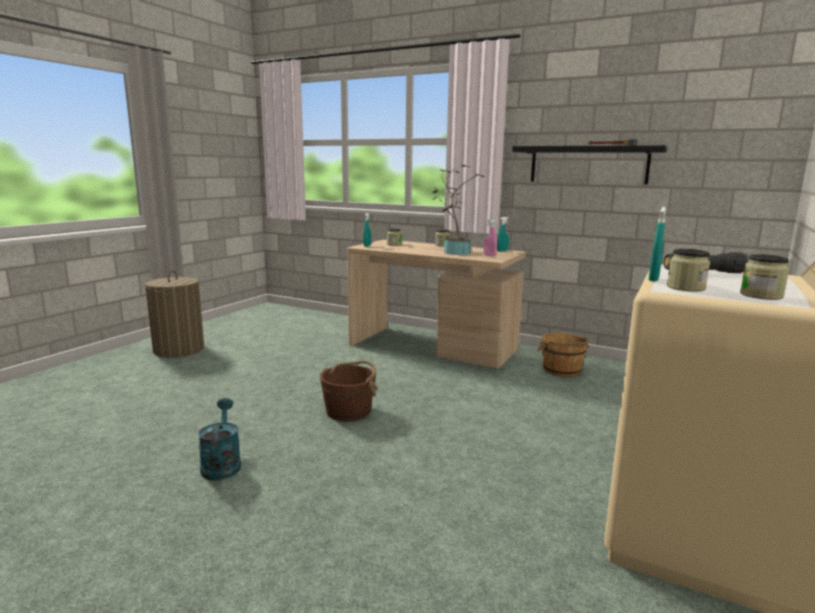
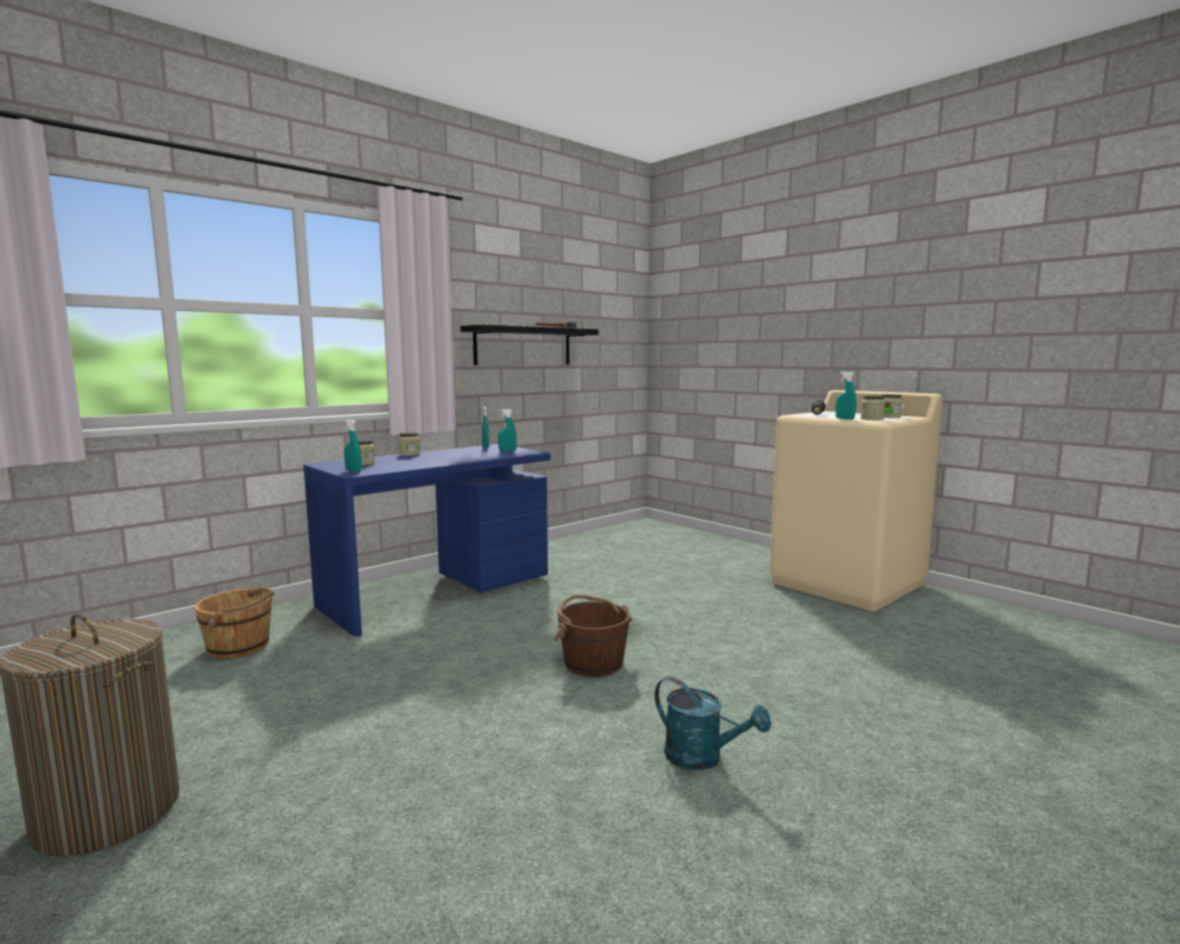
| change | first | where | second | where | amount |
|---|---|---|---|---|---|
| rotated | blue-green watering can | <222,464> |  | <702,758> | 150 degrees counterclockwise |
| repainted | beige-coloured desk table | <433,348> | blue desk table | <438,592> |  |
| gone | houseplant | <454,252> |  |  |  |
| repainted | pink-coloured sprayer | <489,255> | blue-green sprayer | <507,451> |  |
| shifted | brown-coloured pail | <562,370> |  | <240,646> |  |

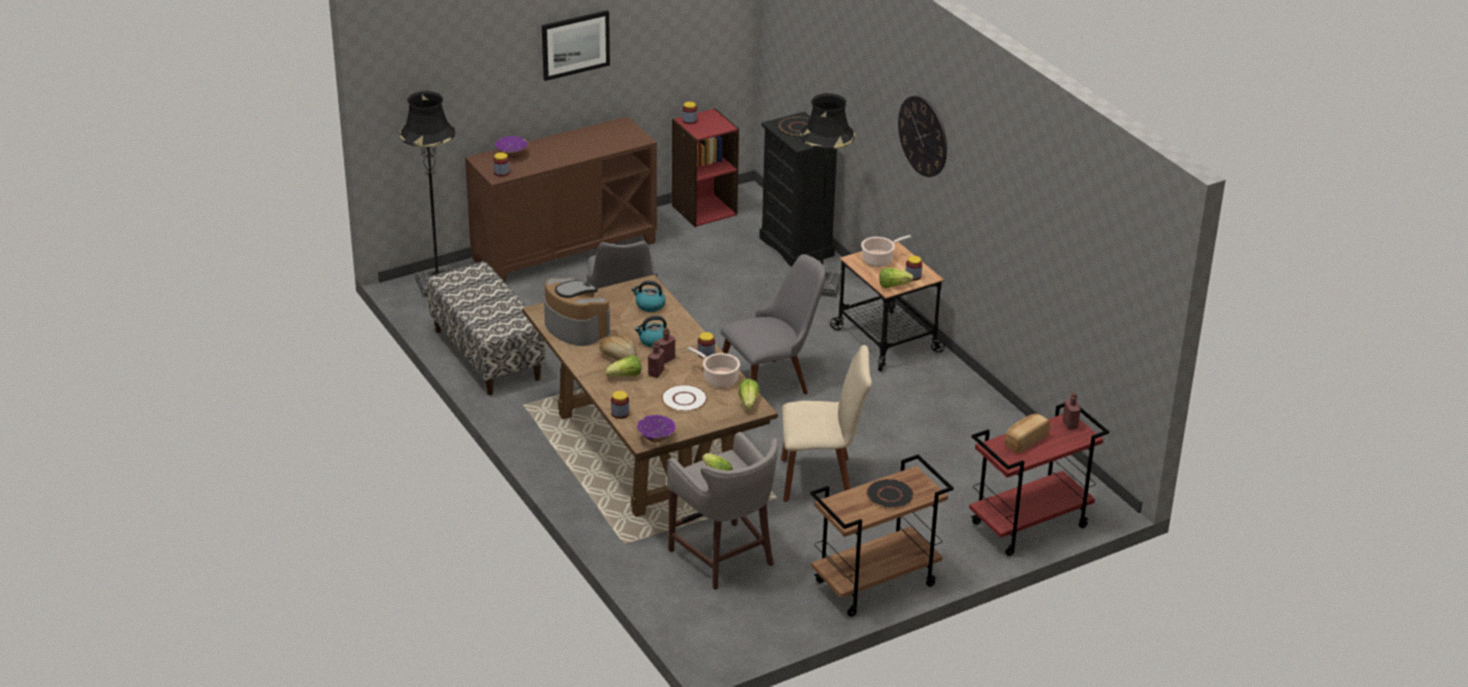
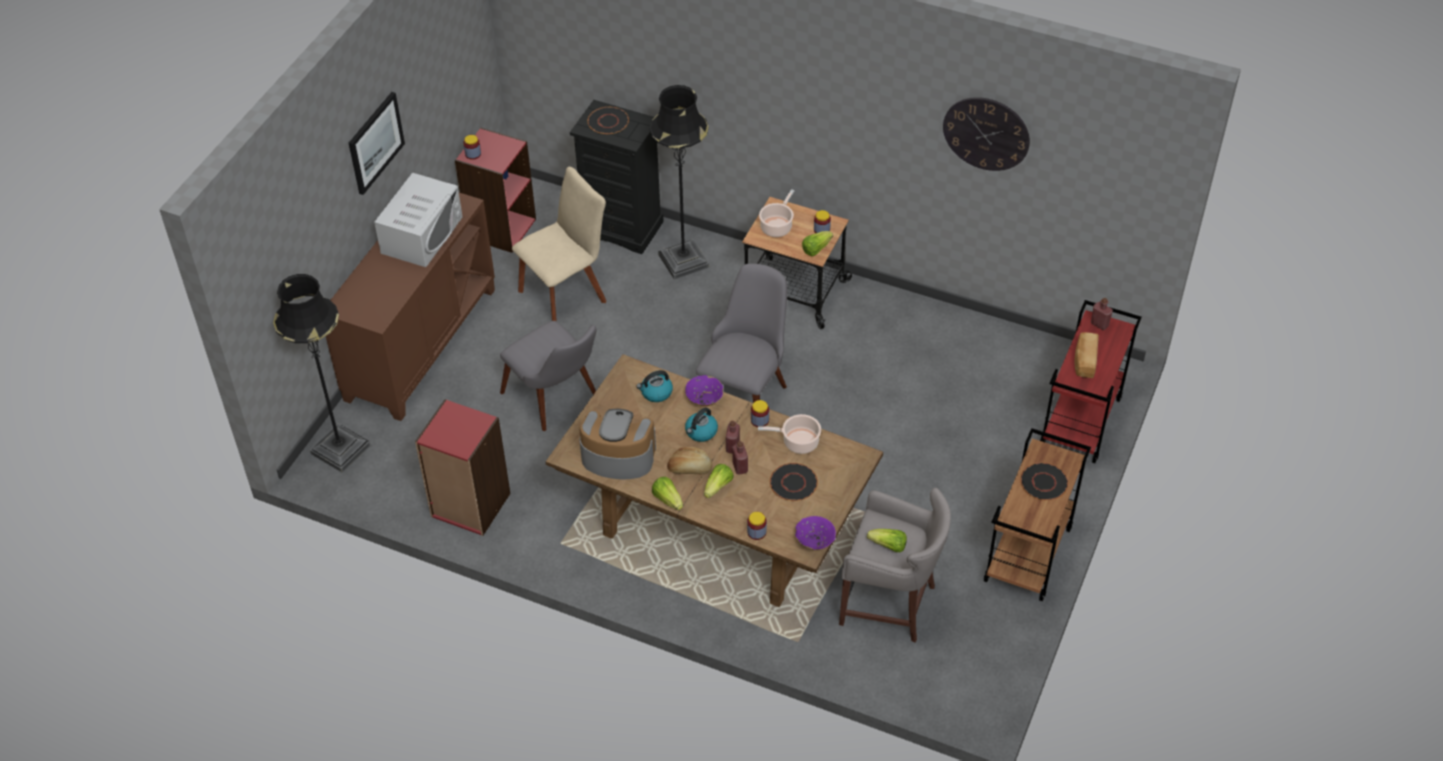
| change | first | where | second | where | amount |
|---|---|---|---|---|---|
| swapped | long seat | <486,355> | red-coloured shelving unit | <470,505> |  |
| gone | jar | <501,172> |  |  |  |
| shifted | purplish bowl | <512,155> |  | <704,399> |  |
| repainted | white-coloured flat dish | <684,399> | black flat dish | <793,483> |  |
| shifted | lettuce | <748,402> |  | <668,499> |  |
| shifted | beige-coloured plain chair | <821,480> |  | <566,294> |  |
| shifted | wall clock | <923,136> |  | <986,133> |  |
| new |  |  | white-coloured kitchen microwave | <422,235> |  |

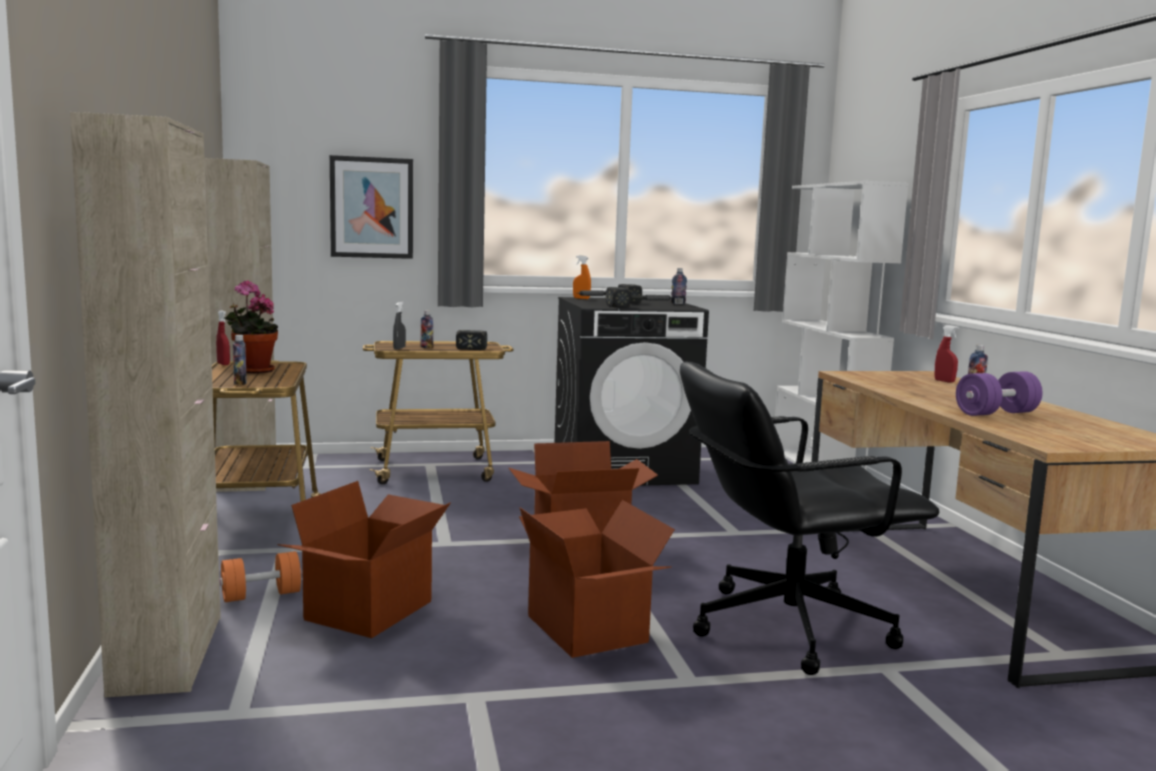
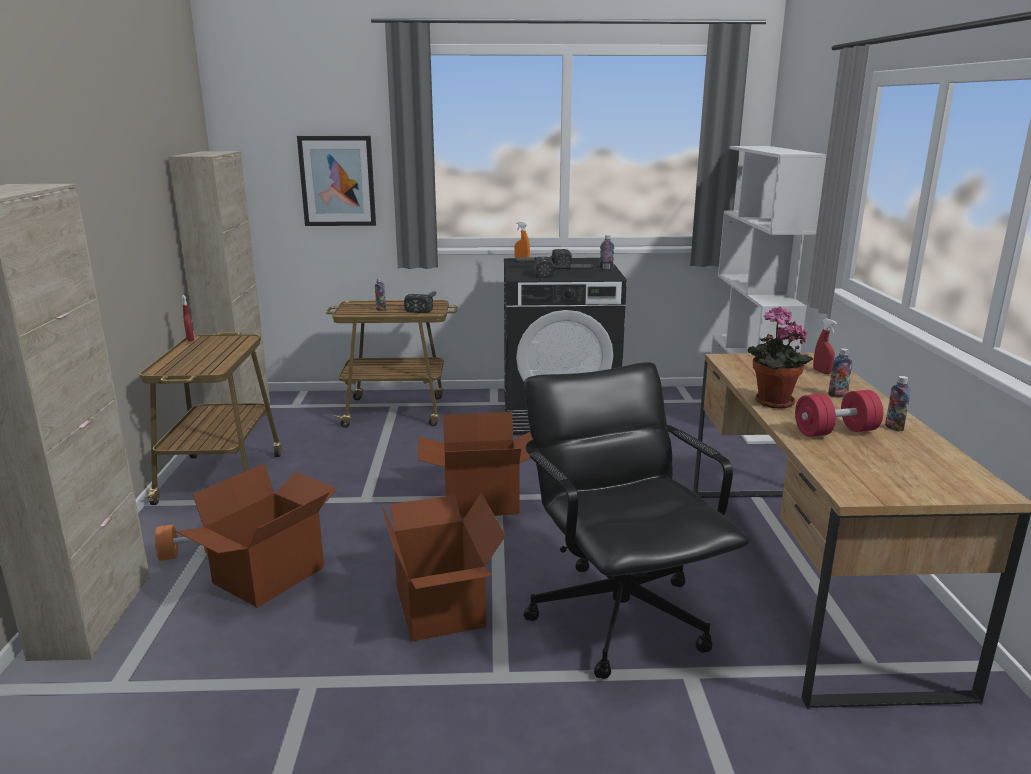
| change | first | where | second | where | amount |
|---|---|---|---|---|---|
| shifted | houseplant | <252,371> |  | <771,403> |  |
| shifted | drink bottle | <240,383> |  | <894,427> |  |
| gone | grey sprayer | <399,348> |  |  |  |
| rotated | black desk chair | <787,627> |  | <619,615> | 75 degrees clockwise |
| repainted | purplish free weight | <996,413> | red-coloured free weight | <835,432> |  |

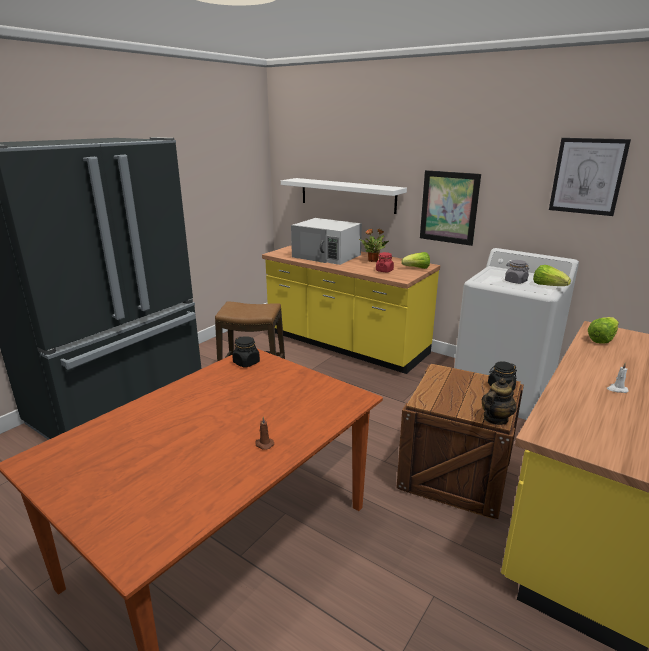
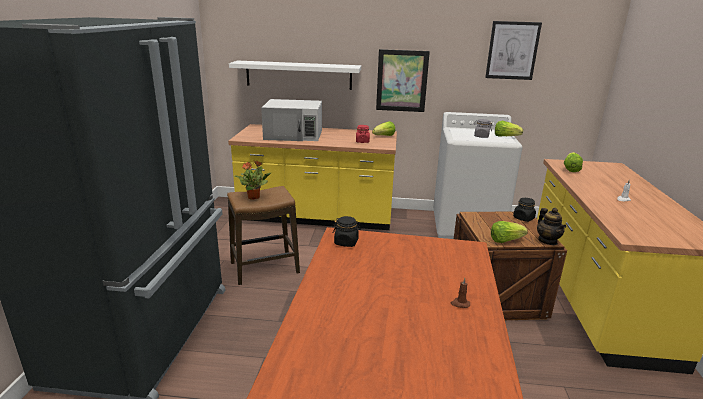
| change | first | where | second | where | amount |
|---|---|---|---|---|---|
| shifted | houseplant | <373,260> |  | <254,197> |  |
| rotated | pot for tea | <495,419> |  | <547,241> | 150 degrees clockwise |
| new |  |  | lettuce | <505,240> |  |

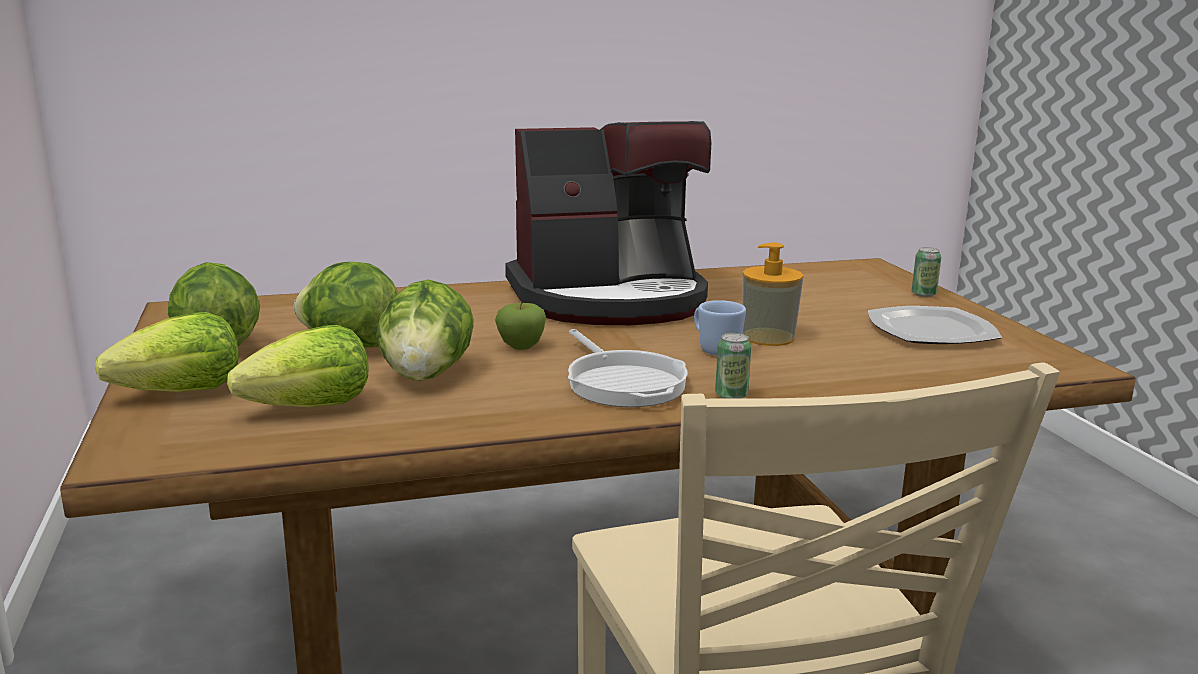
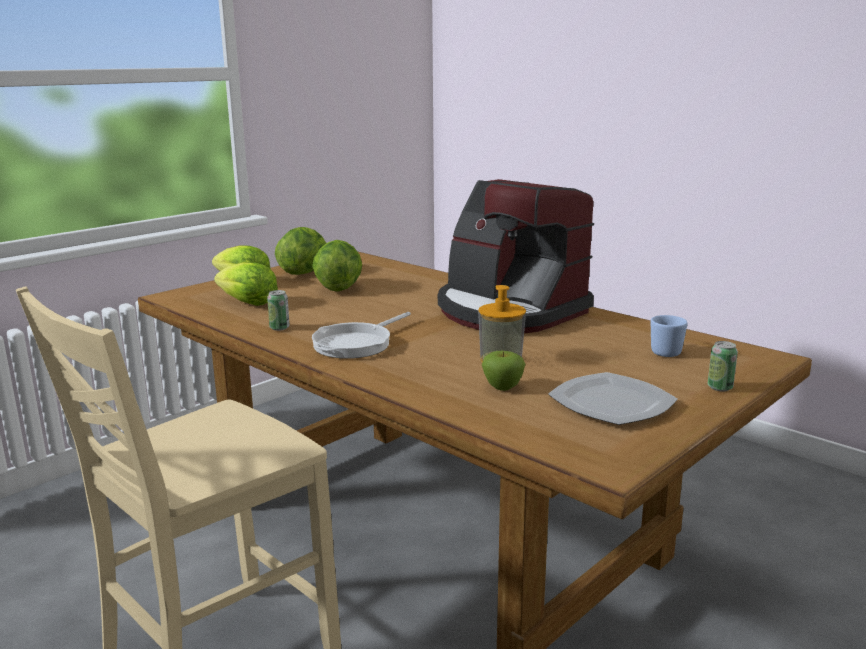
| change | first | where | second | where | amount |
|---|---|---|---|---|---|
| gone | lettuce | <427,375> |  |  |  |
| shifted | apple fruit | <521,347> |  | <502,387> |  |
| shifted | blue mug | <714,349> |  | <667,351> |  |
| shifted | sealed can | <731,396> |  | <279,328> |  |

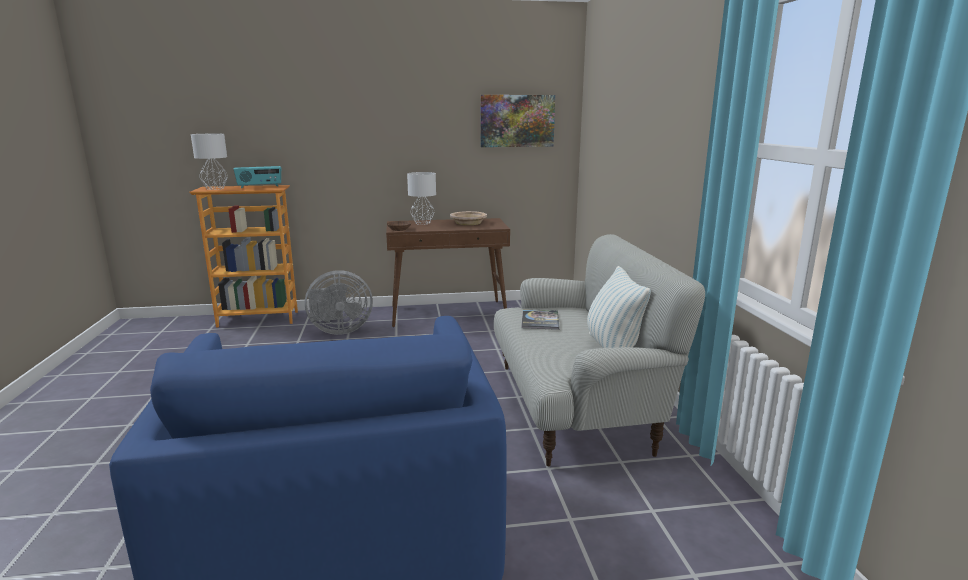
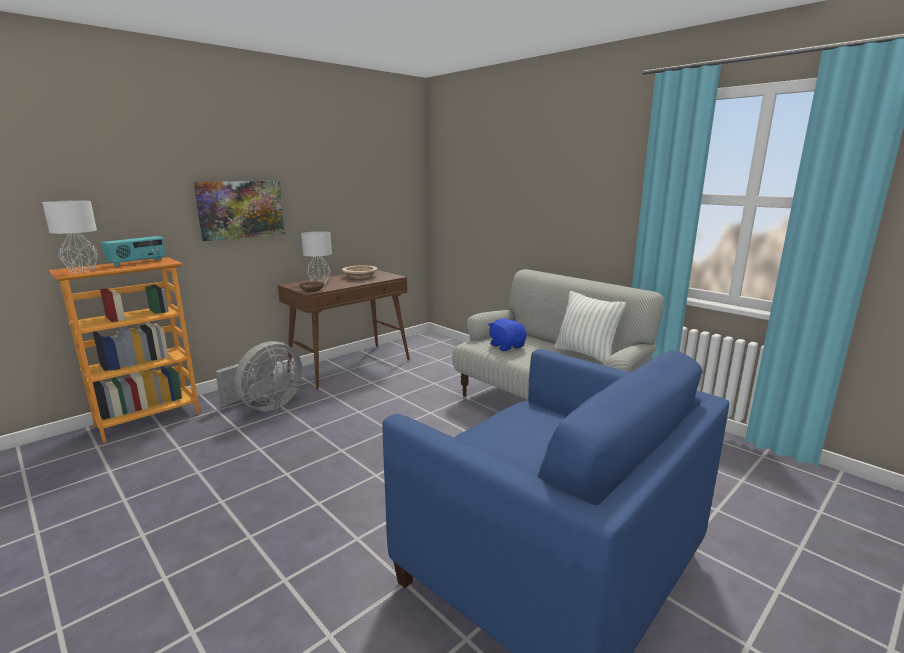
| change | first | where | second | where | amount |
|---|---|---|---|---|---|
| shifted | picture | <517,121> |  | <241,209> |  |
| swapped | bound book | <540,320> | blue cuddly toy | <507,346> |  |

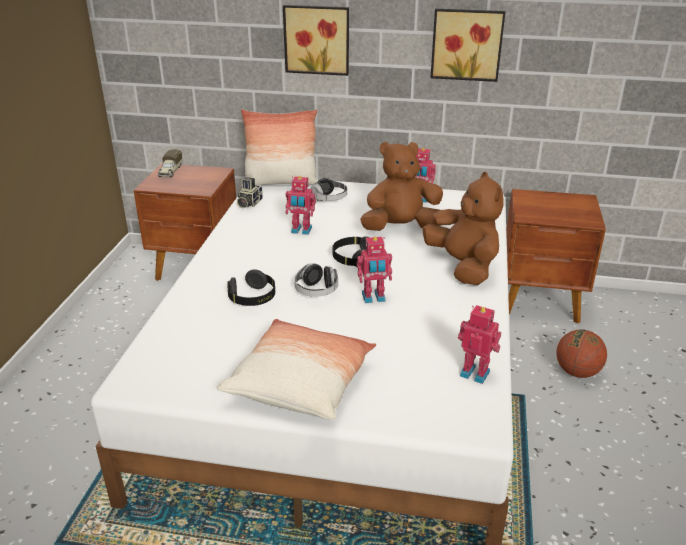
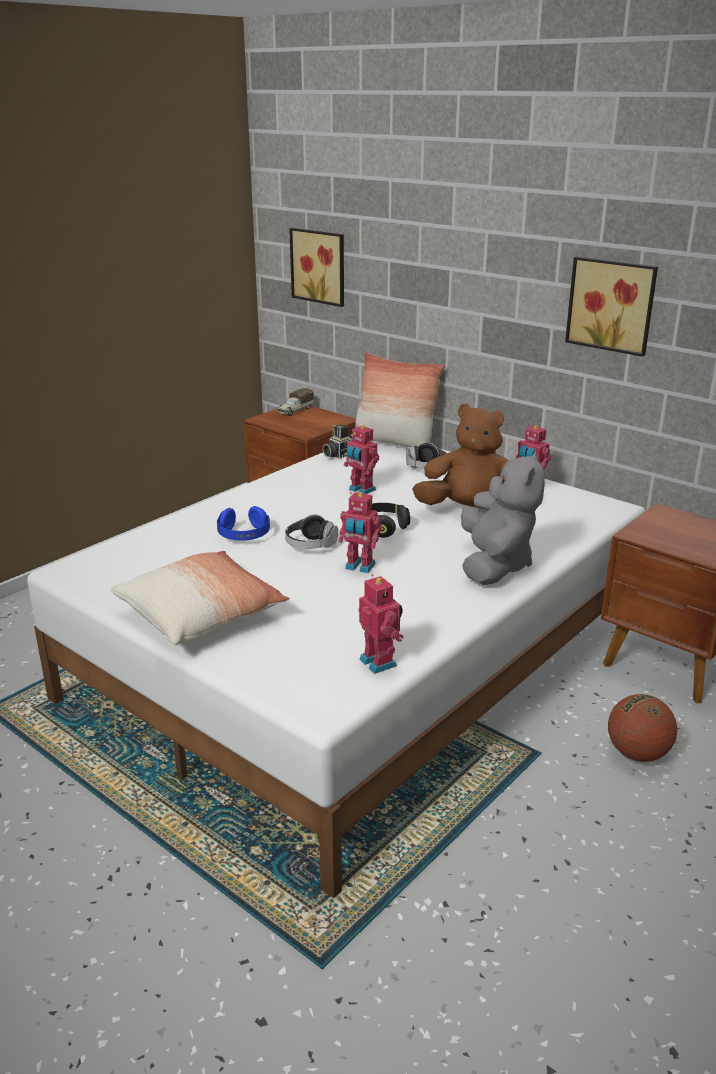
| change | first | where | second | where | amount |
|---|---|---|---|---|---|
| repainted | black headset | <252,298> | blue headset | <244,535> |  |
| shifted | picture | <317,39> |  | <320,266> |  |
| repainted | brown-coloured cuddly toy | <463,266> | grey cuddly toy | <494,565> |  |

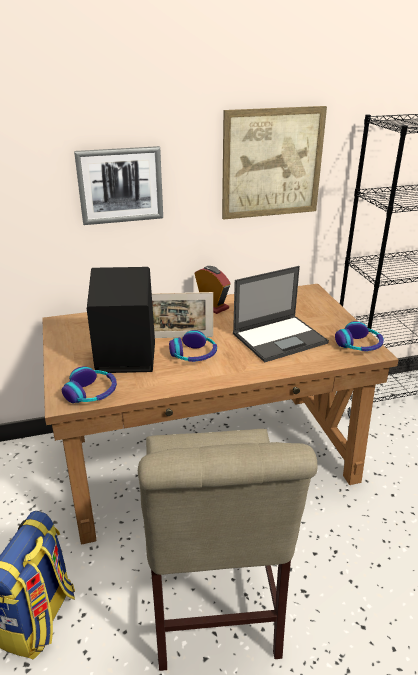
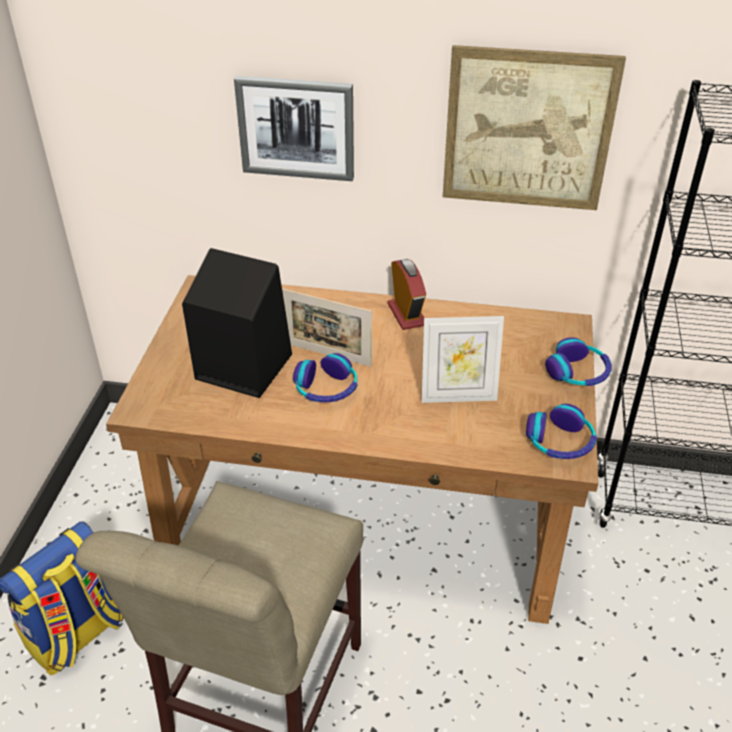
| change | first | where | second | where | amount |
|---|---|---|---|---|---|
| shifted | headset | <91,393> |  | <578,372> |  |
| swapped | laptop | <280,338> | picture frame | <458,396> |  |

